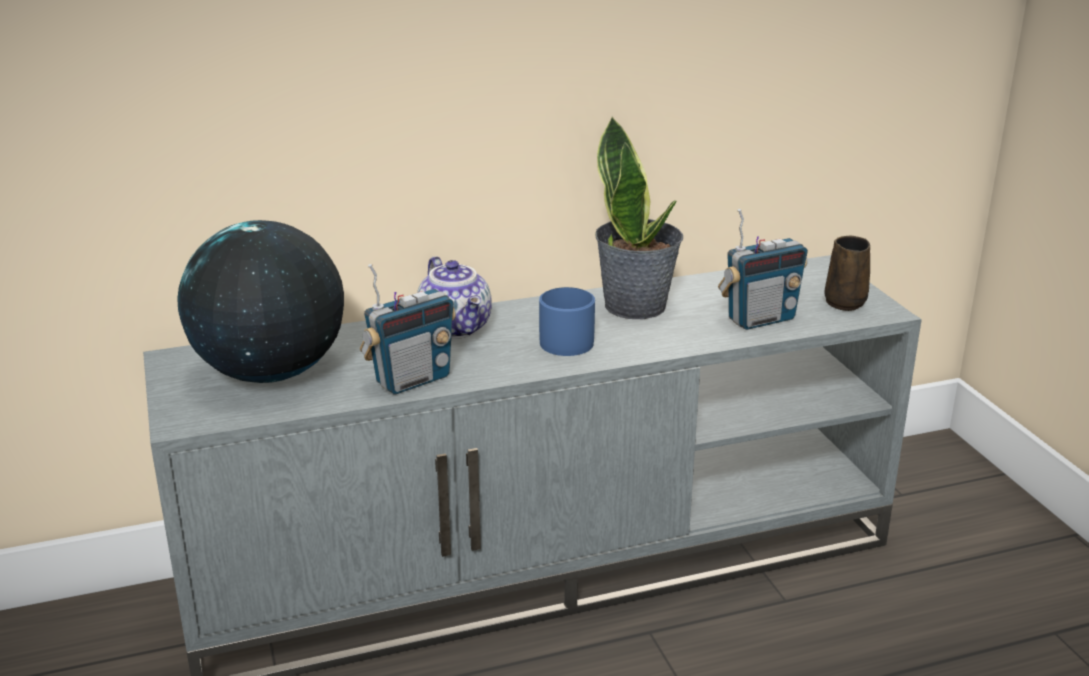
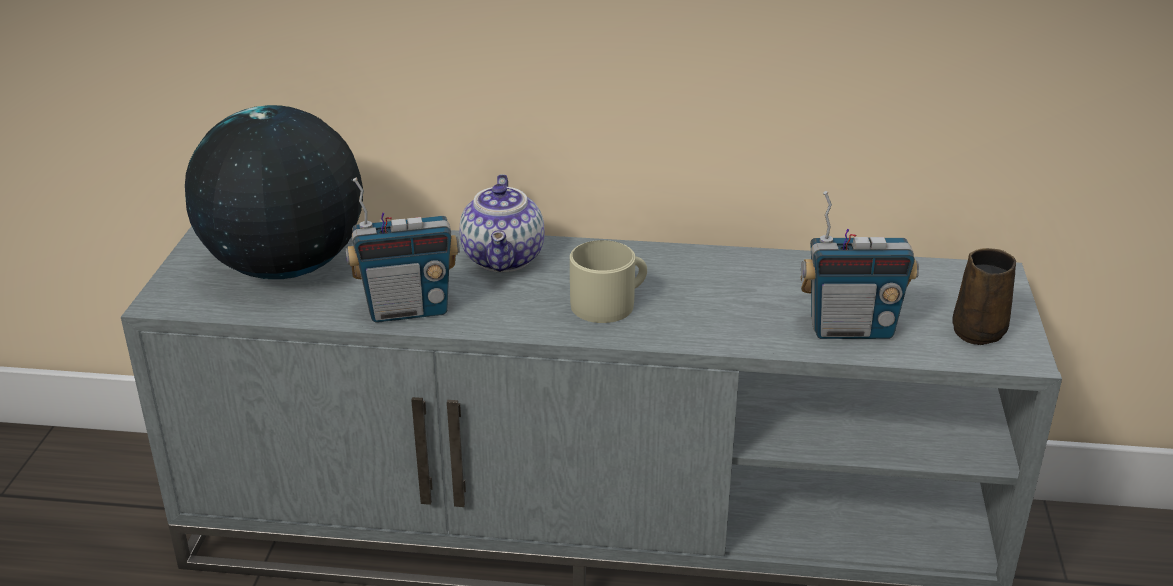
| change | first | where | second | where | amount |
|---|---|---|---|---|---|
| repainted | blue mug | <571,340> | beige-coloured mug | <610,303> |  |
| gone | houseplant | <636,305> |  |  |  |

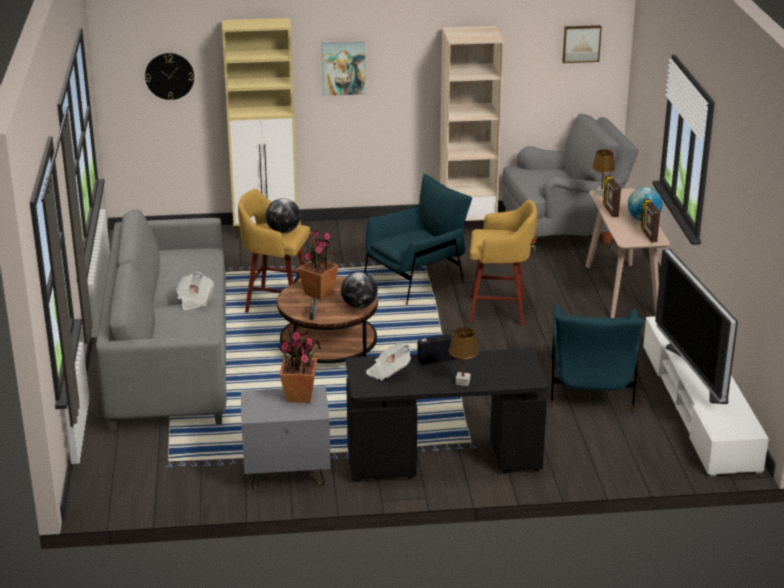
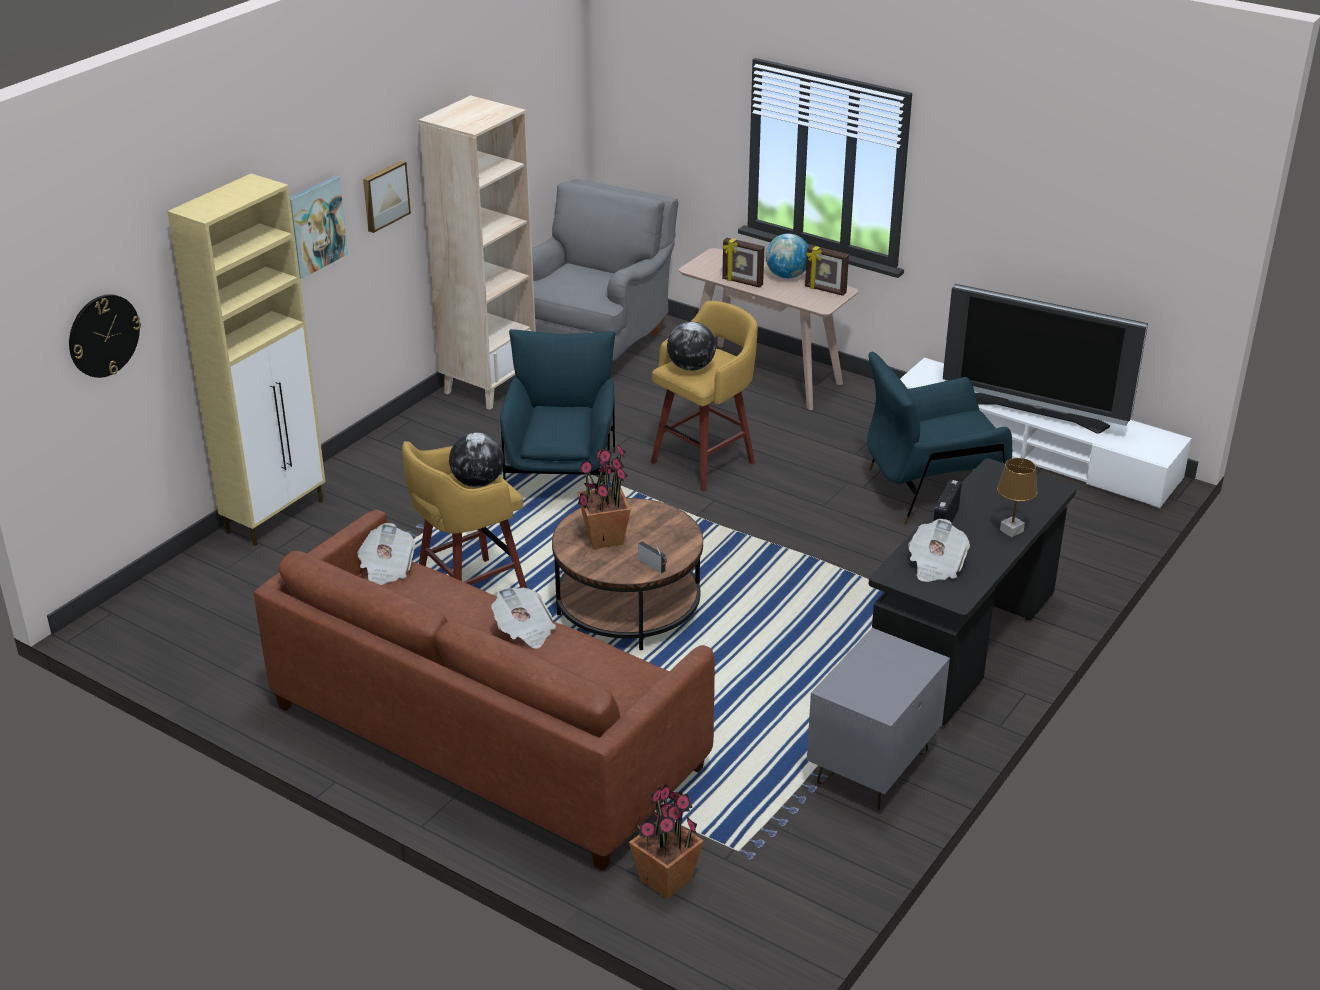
| change | first | where | second | where | amount |
|---|---|---|---|---|---|
| repainted | grey sofa | <170,357> | brown-coloured sofa | <486,737> |  |
| shifted | houseplant | <300,396> |  | <666,879> |  |
| shifted | world globe | <359,306> |  | <691,367> |  |
| rotated | blue easy chair | <591,389> |  | <932,490> | 120 degrees clockwise |
| shifted | picture | <581,43> |  | <384,195> |  |
| gone | brown-coloured table lamp | <601,194> |  |  |  |
| new |  |  | daily paper | <386,568> |  |

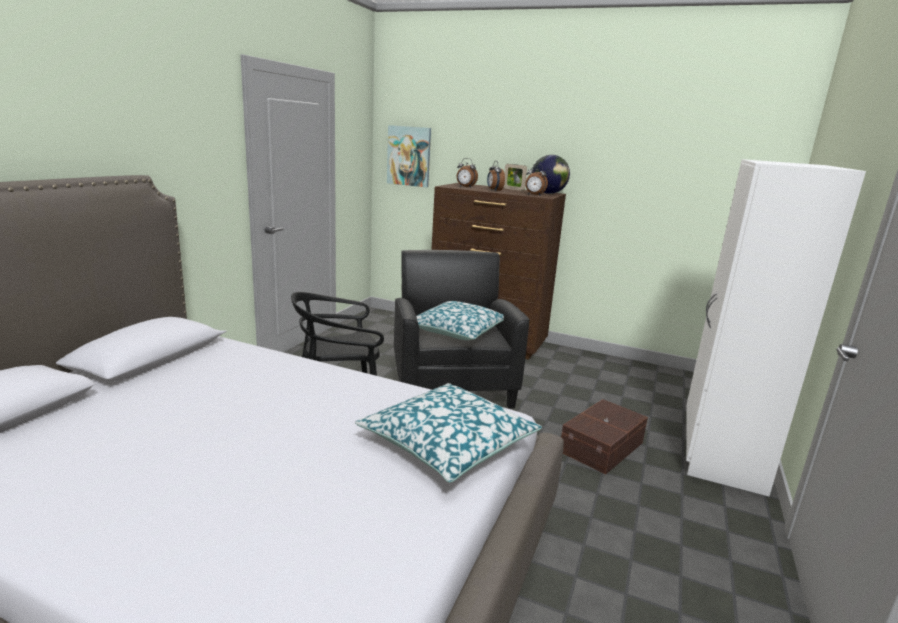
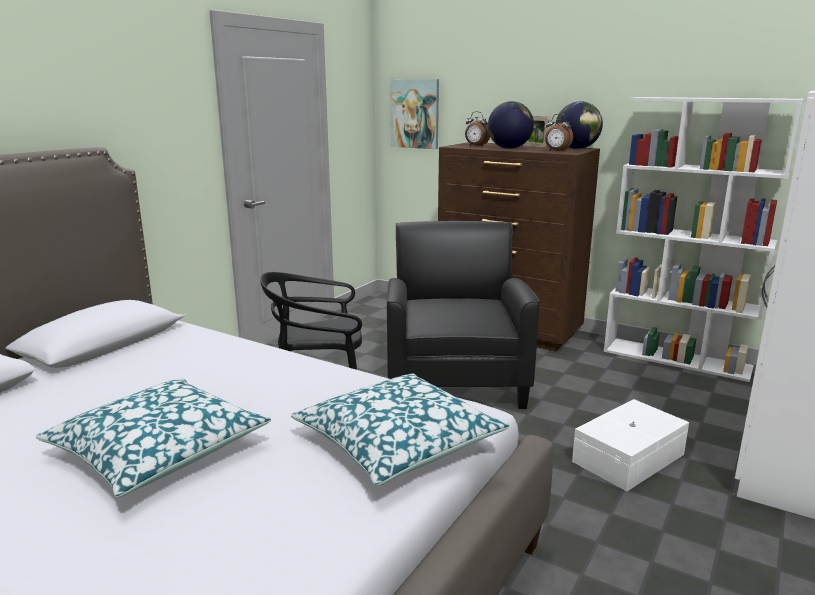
| change | first | where | second | where | amount |
|---|---|---|---|---|---|
| shifted | throw pillow | <457,330> |  | <159,450> |  |
| swapped | table clock | <494,190> | world globe | <509,148> |  |
| repainted | brown-coloured storage container | <603,447> | white-coloured storage container | <630,458> |  |
| new |  |  | white-coloured shelving unit | <677,359> |  |

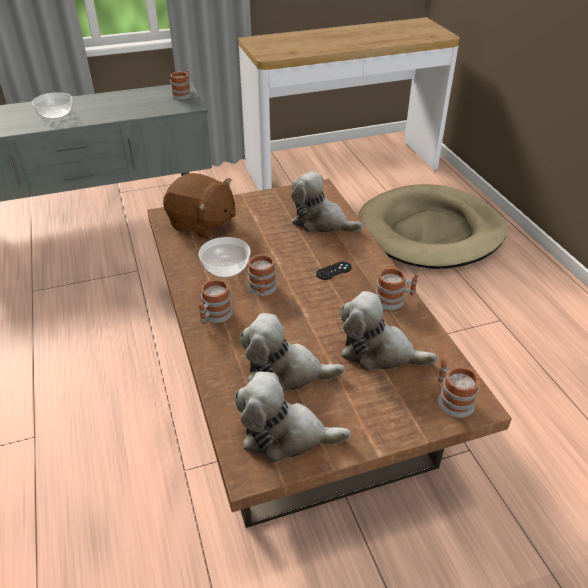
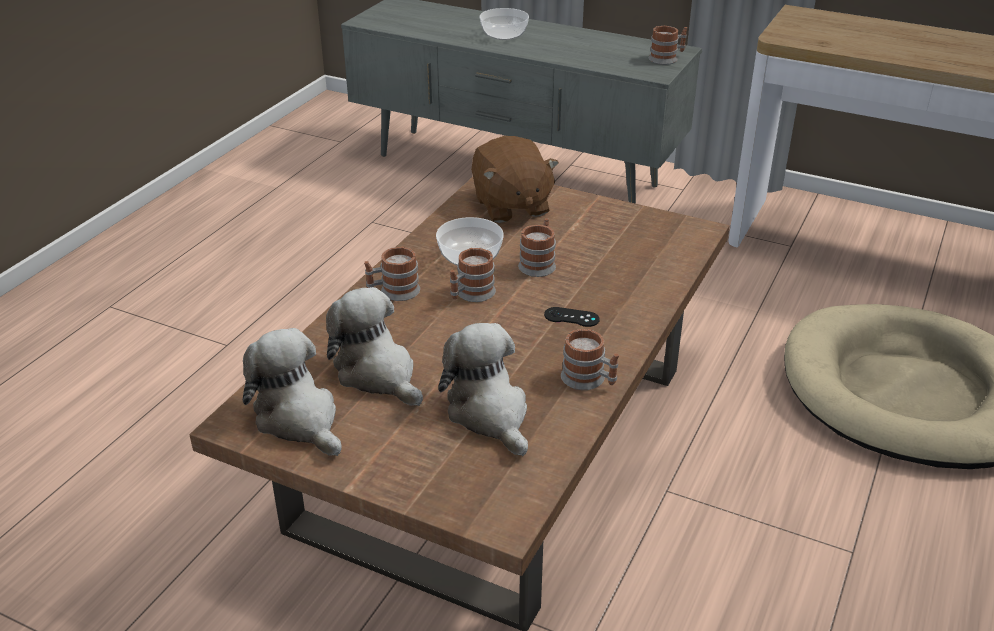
| change | first | where | second | where | amount |
|---|---|---|---|---|---|
| gone | cuddly toy | <321,222> |  |  |  |
| shifted | mug | <451,399> |  | <539,263> |  |

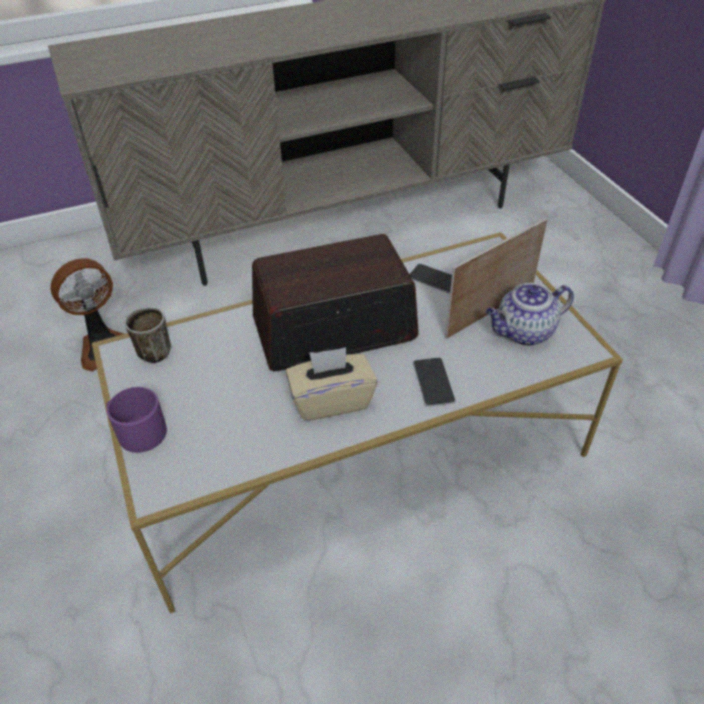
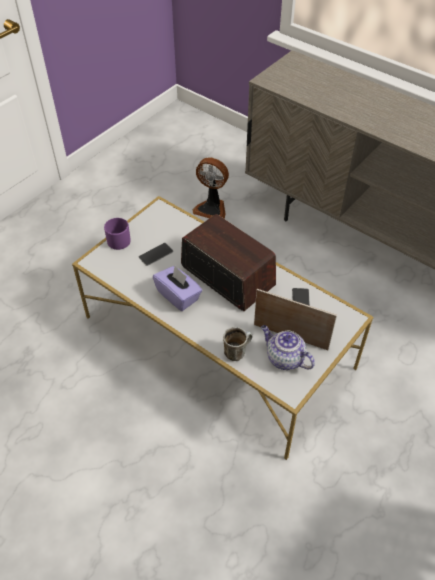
| change | first | where | second | where | amount |
|---|---|---|---|---|---|
| shifted | mug | <154,349> |  | <237,351> |  |
| repainted | beige-coloured tissue holder | <331,400> | purplish tissue holder | <178,296> |  |
| shifted | handset | <433,382> |  | <156,254> |  |

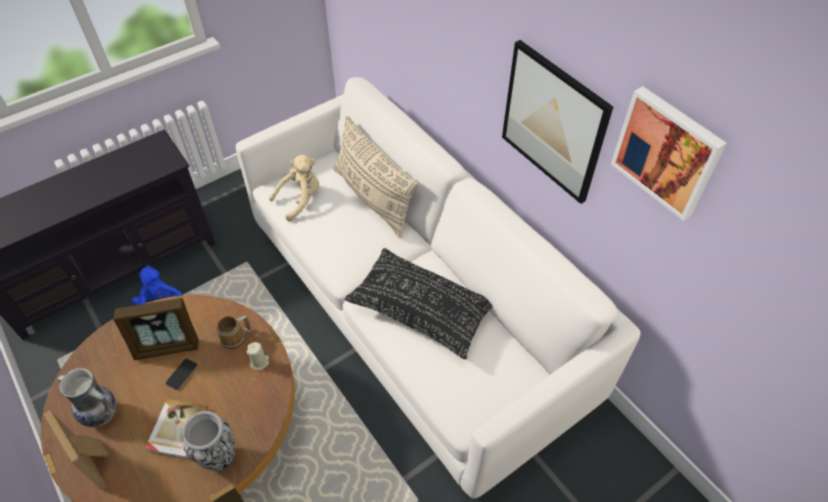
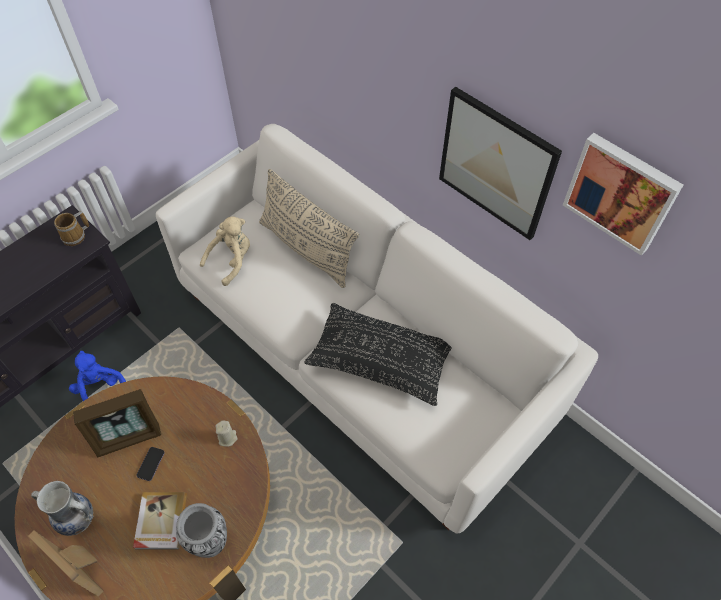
| change | first | where | second | where | amount |
|---|---|---|---|---|---|
| shifted | mug | <235,338> |  | <75,236> |  |

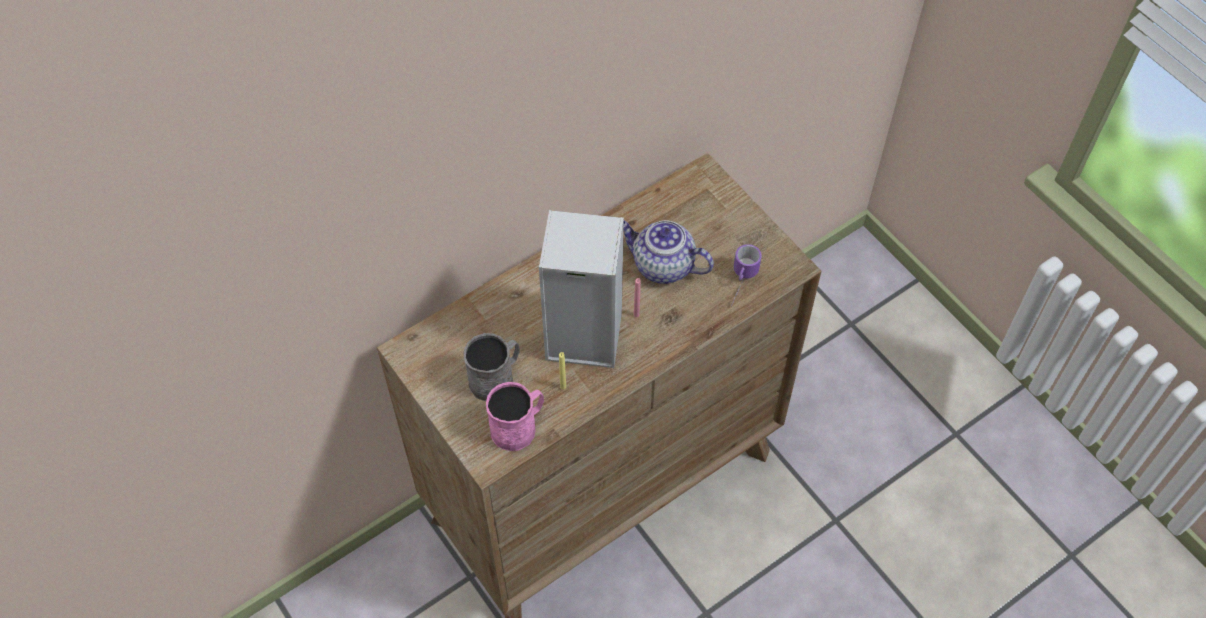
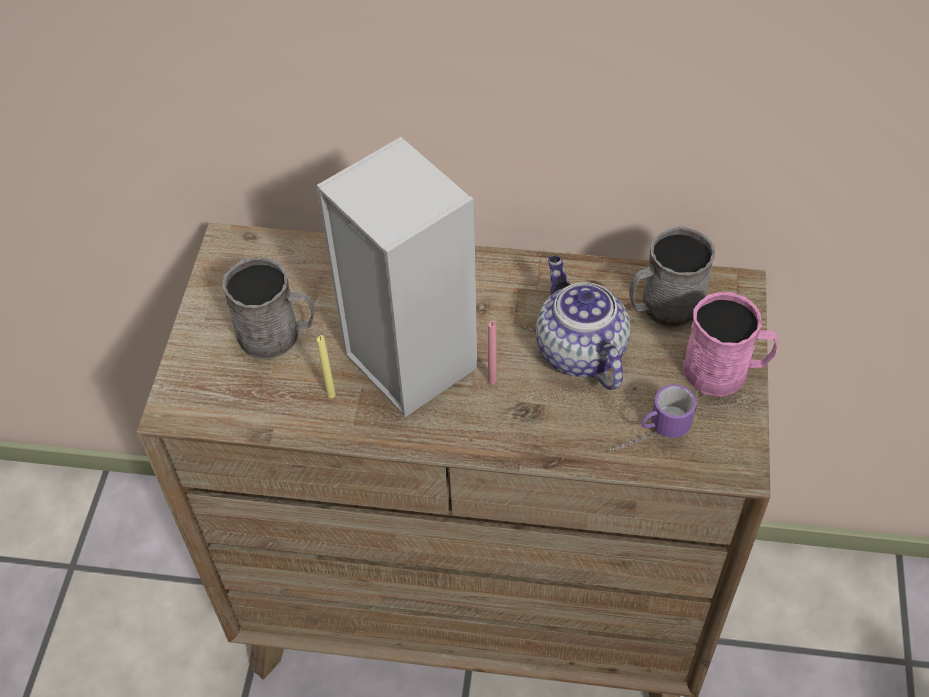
| change | first | where | second | where | amount |
|---|---|---|---|---|---|
| shifted | pink-coloured mug | <518,427> |  | <725,371> |  |
| new |  |  | grey mug | <663,307> |  |

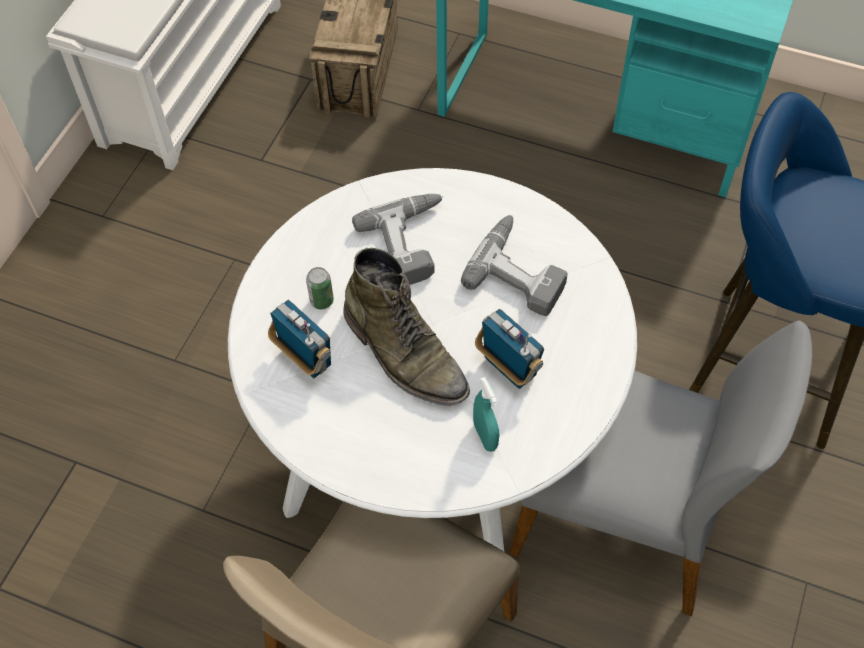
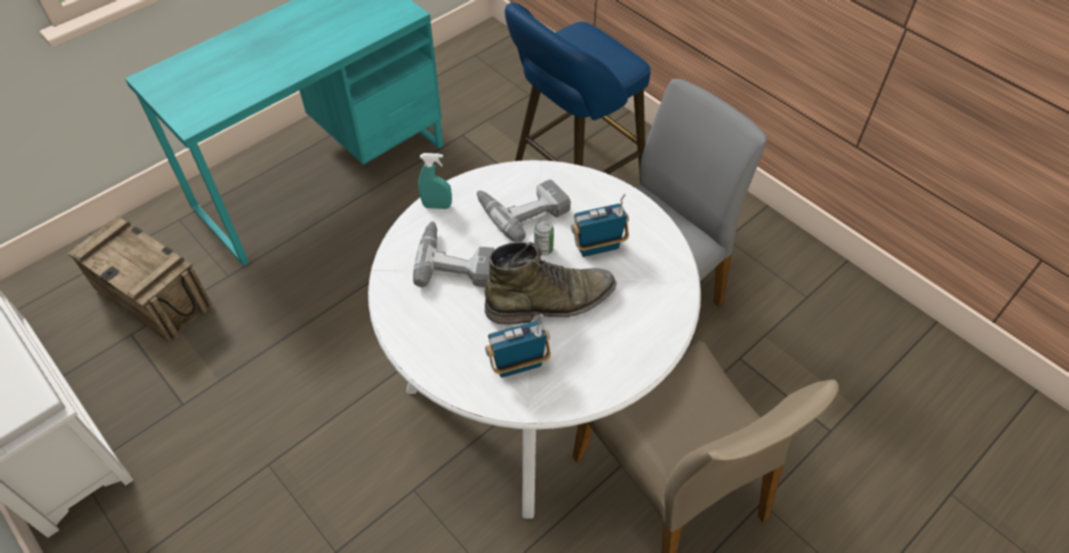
| change | first | where | second | where | amount |
|---|---|---|---|---|---|
| shifted | sealed can | <322,301> |  | <543,249> |  |
| shifted | blue-green sprayer | <485,436> |  | <437,206> |  |

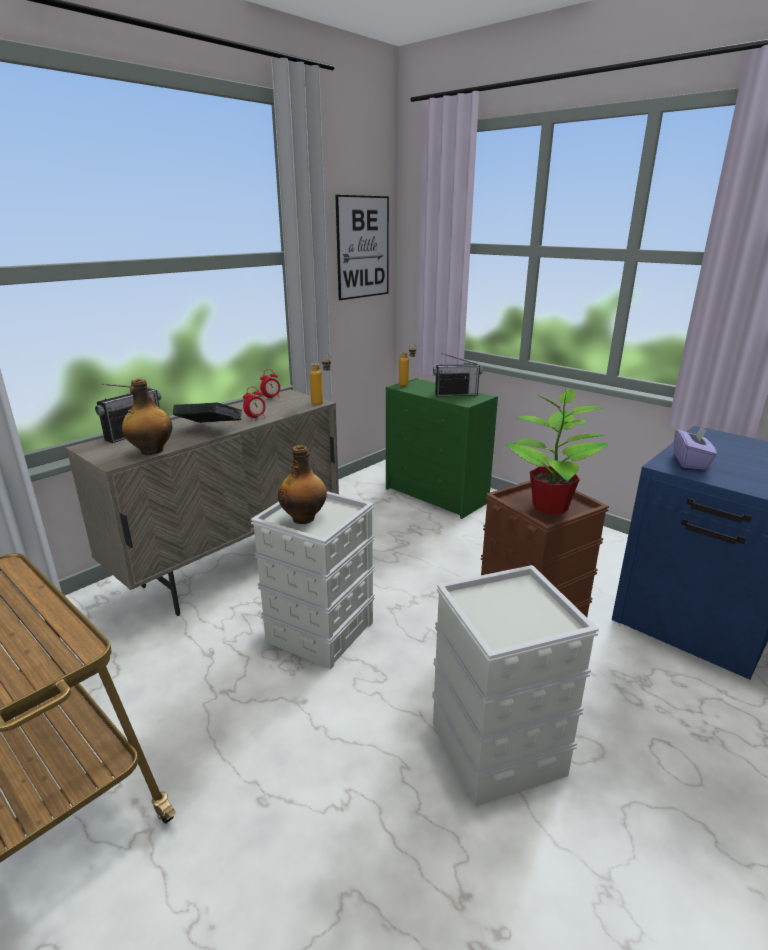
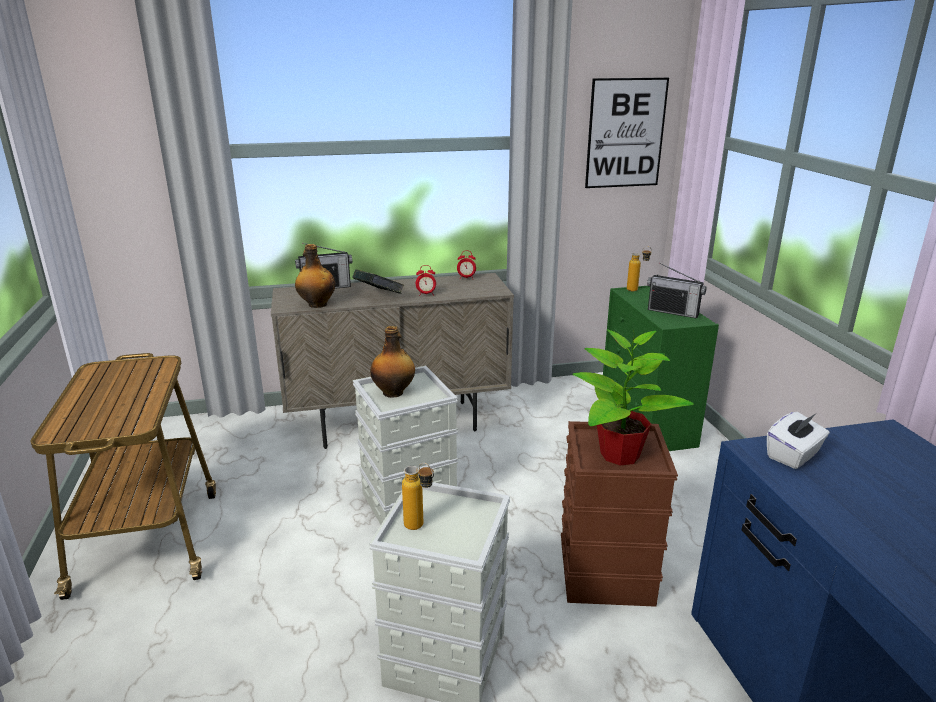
| change | first | where | second | where | amount |
|---|---|---|---|---|---|
| shifted | drink bottle | <322,403> |  | <420,528> |  |
| repainted | purplish tissue holder | <690,462> | white-coloured tissue holder | <793,455> |  |

